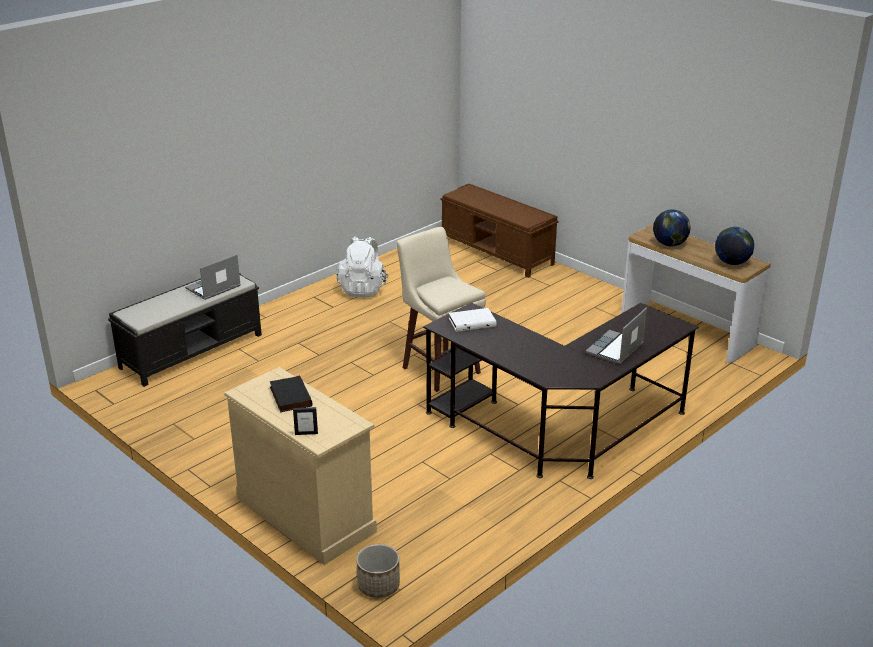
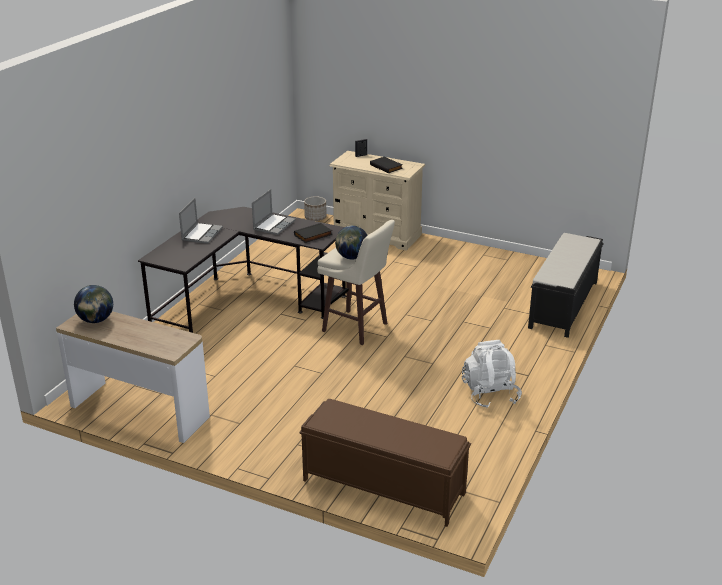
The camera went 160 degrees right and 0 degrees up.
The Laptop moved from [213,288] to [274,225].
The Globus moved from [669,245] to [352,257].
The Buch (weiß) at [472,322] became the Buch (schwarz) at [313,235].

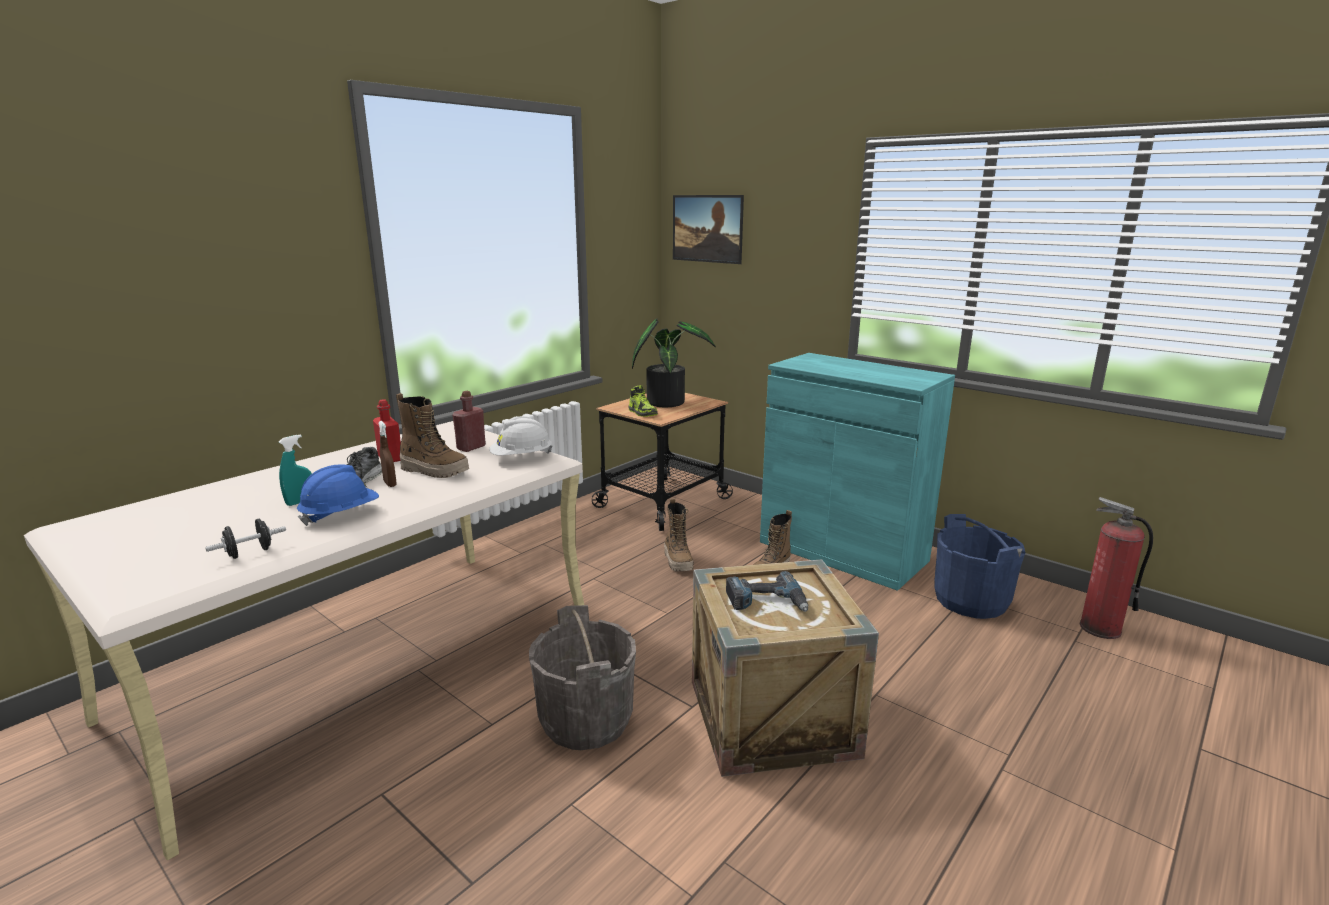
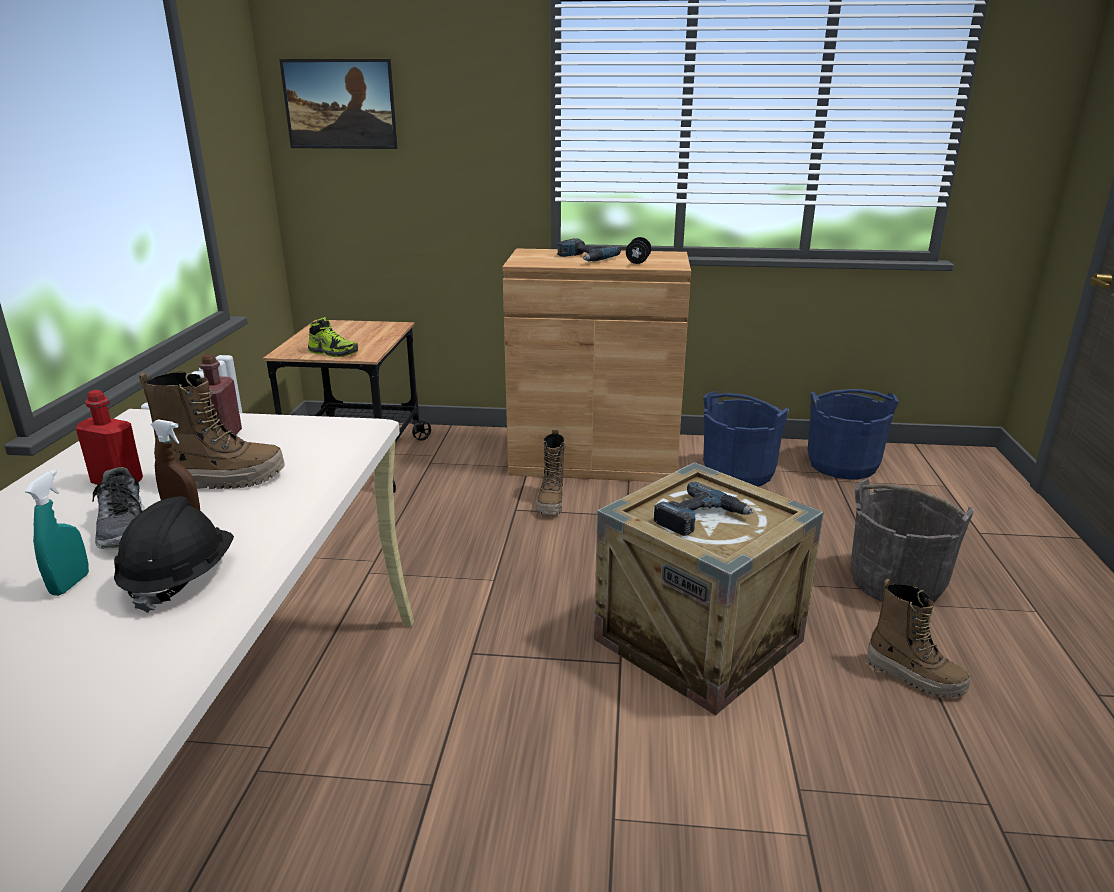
The camera went 35 degrees left and 5 degrees up.
The Schutzhelm (weiß) at [521,458] disappeared.
The Topfpflanze at [668,401] disappeared.
The Bohrmaschine at [584,258] appeared.
The Hantel (schwarz) moved from [249,553] to [638,261].
The Eimer (grau) moved from [586,720] to [896,583].
The Stiefel moved from [678,561] to [914,676].
The Feuerlöscher at [1099,628] was replaced by the Eimer (blau) at [842,465].
The Schutzhelm (blau) at [340,515] became the Schutzhelm (schwarz) at [179,579].
The Schrank (türkis) at [842,551] became the Schrank (braun) at [594,461].

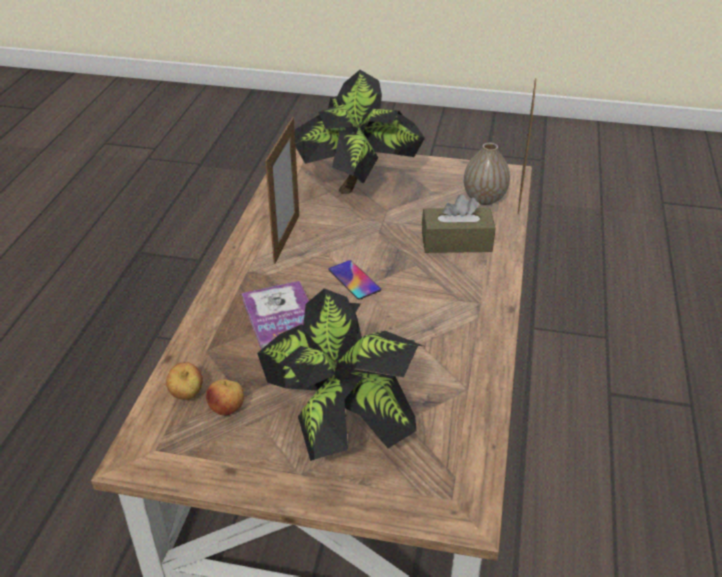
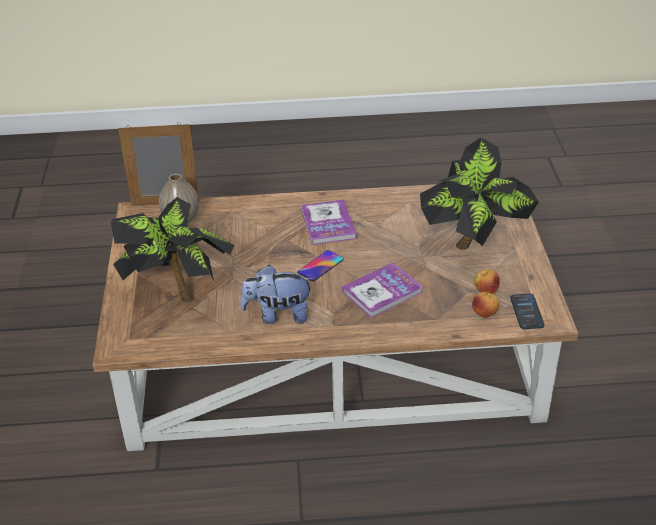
The camera went 105 degrees left and 0 degrees up.
The Taschentuchbox (braun) at [456,242] disappeared.
The Buch at [328,224] appeared.
The Handy at [526,312] appeared.
The Bilderrahmen at [286,238] was replaced by the Plüschtier at [278,315].

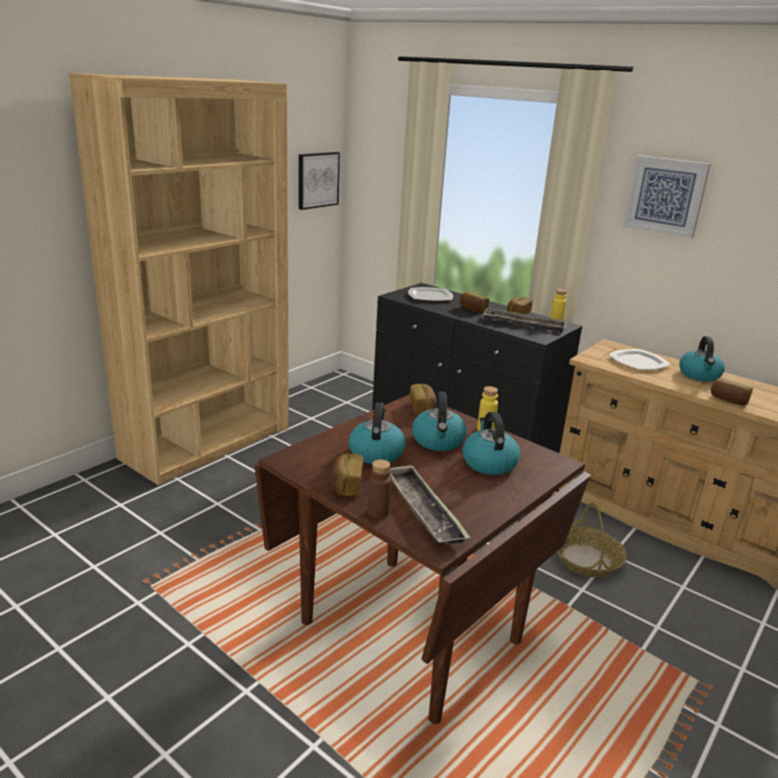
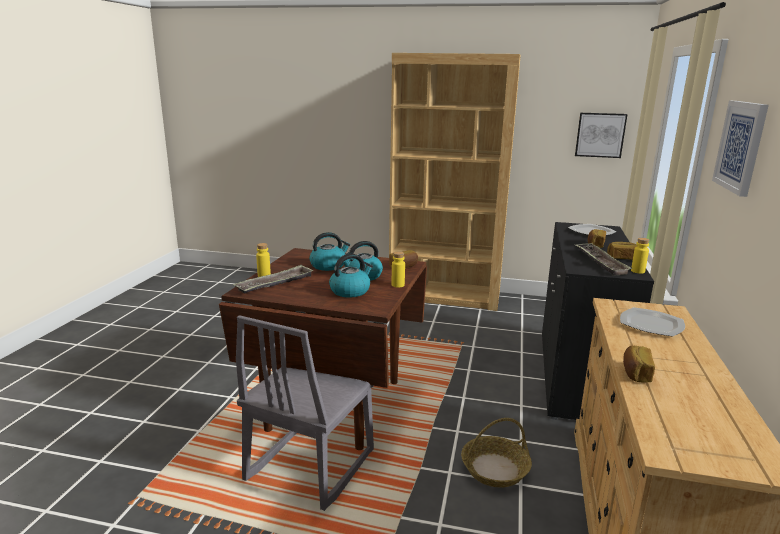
The camera went 65 degrees right and 5 degrees down.
The Brot at [346,485] disappeared.
The Wasserkessel at [699,375] disappeared.
The Stuhl (grau) at [309,465] appeared.
The Flasche (braun) at [378,512] became the Flasche (gelb) at [264,275].

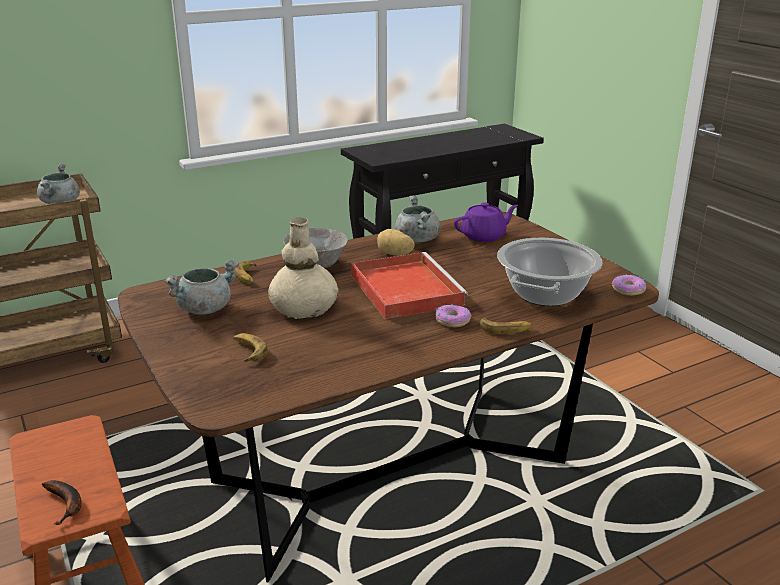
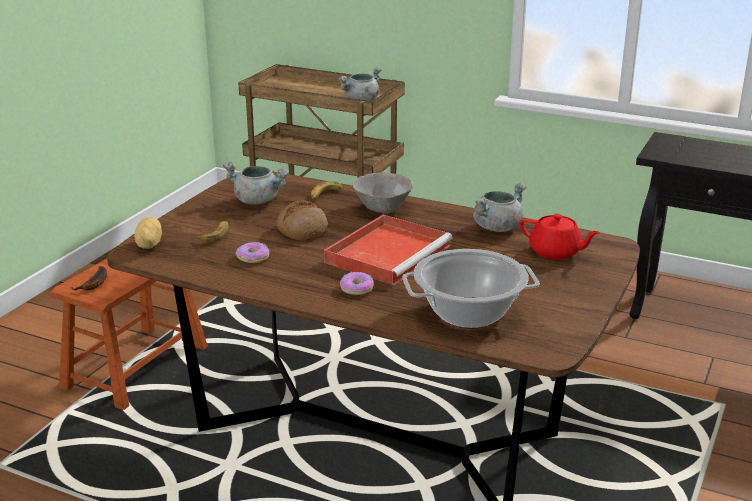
The camera went 55 degrees right and 0 degrees up.
The Banane at [506,329] disappeared.
The Kartoffel moved from [395,254] to [148,245].
The Donut moved from [628,290] to [253,257].
The Vase (beige) at [303,308] was replaced by the Brot at [302,230].
The Teekanne (lila) at [484,236] became the Teekanne (rot) at [555,252].

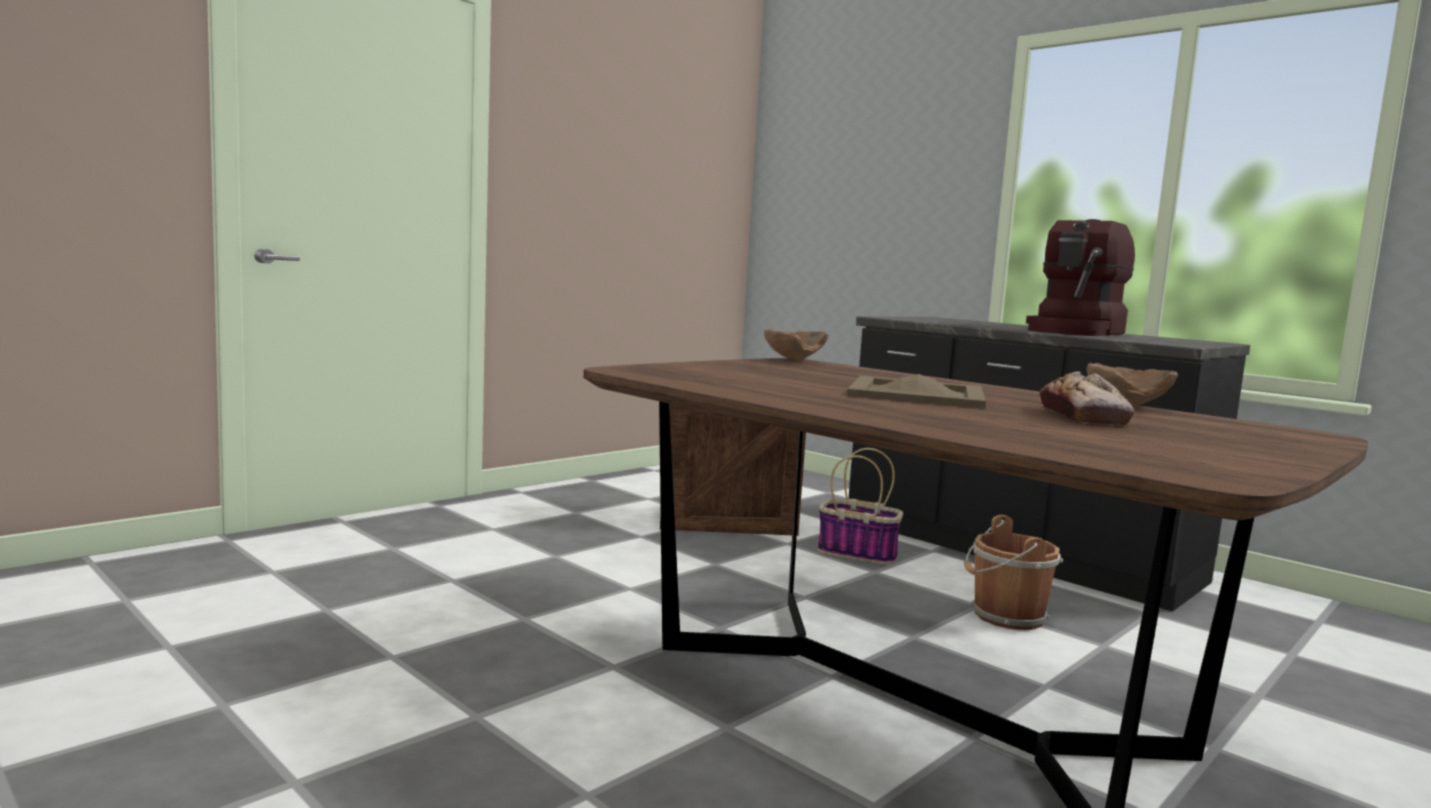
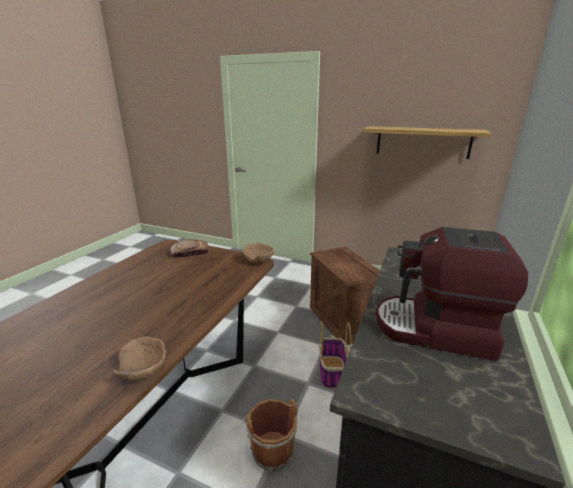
The camera went 70 degrees right and 15 degrees up.
The Tablett (beige) at [918,394] disappeared.
The Wandregal at [422,142] appeared.
The Brot moved from [1082,416] to [190,253].

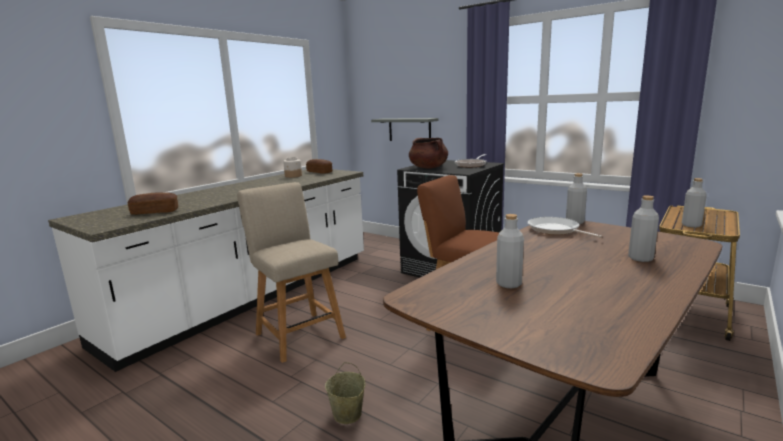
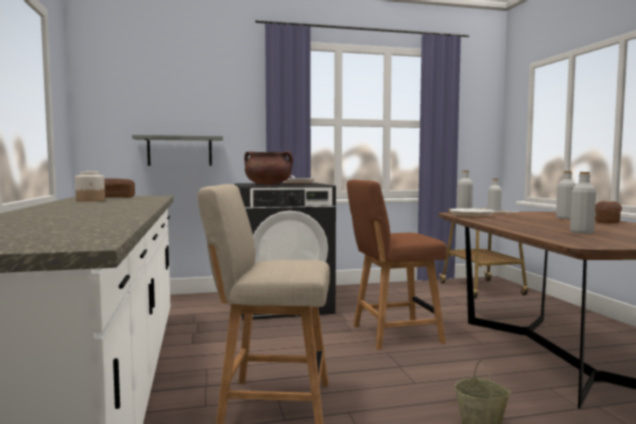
The camera went 50 degrees left and 10 degrees down.
The Brot moved from [155,212] to [607,221].

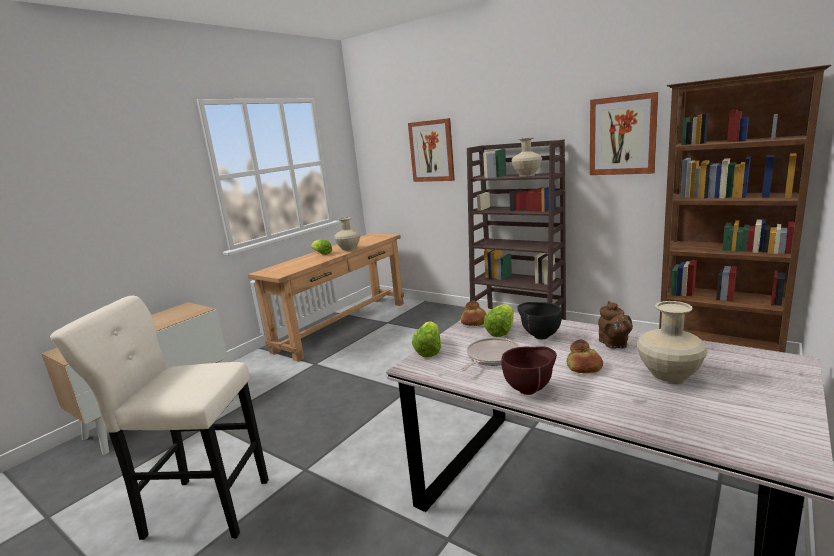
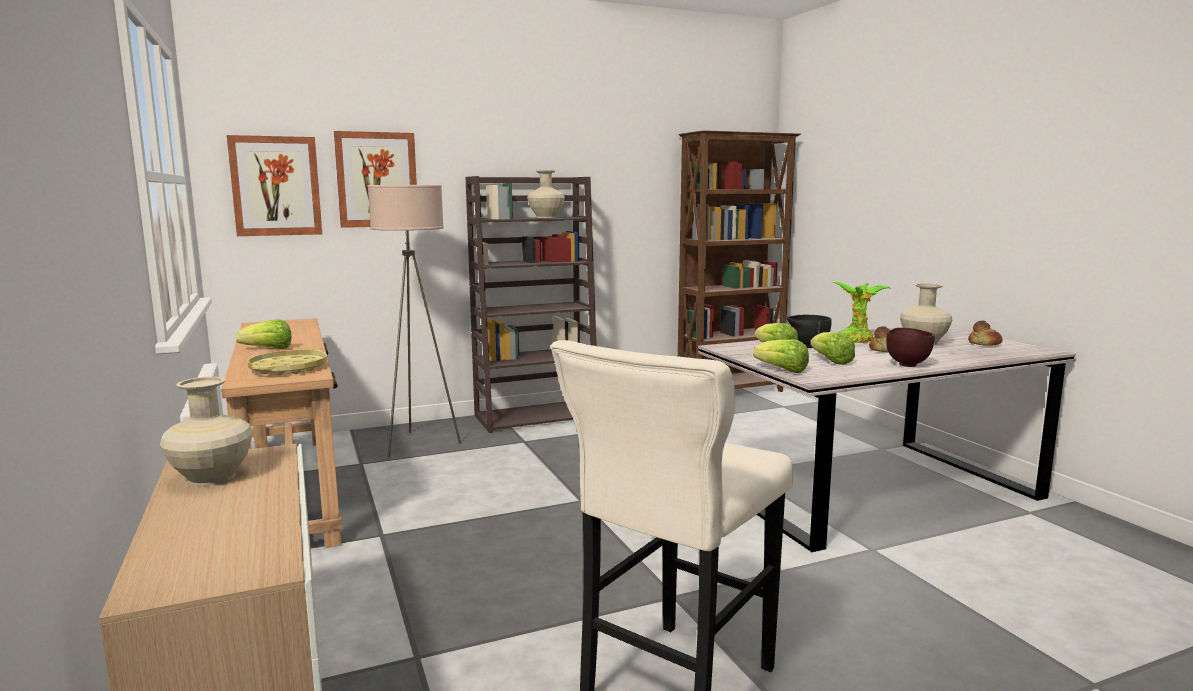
The camera went 60 degrees left and 5 degrees down.
The Tablett (gelb) at [289,368] appeared.
The Stehlampe (beige) at [419,444] appeared.
The Vase (beige) moved from [349,249] to [211,477].
The Brot moved from [474,322] to [984,344].
The Bild moved from [622,135] to [276,186].
The Pfanne at [491,357] was replaced by the Salatkopf at [831,361].
The Teekanne (braun) at [614,344] was replaced by the Topfpflanze at [855,339].

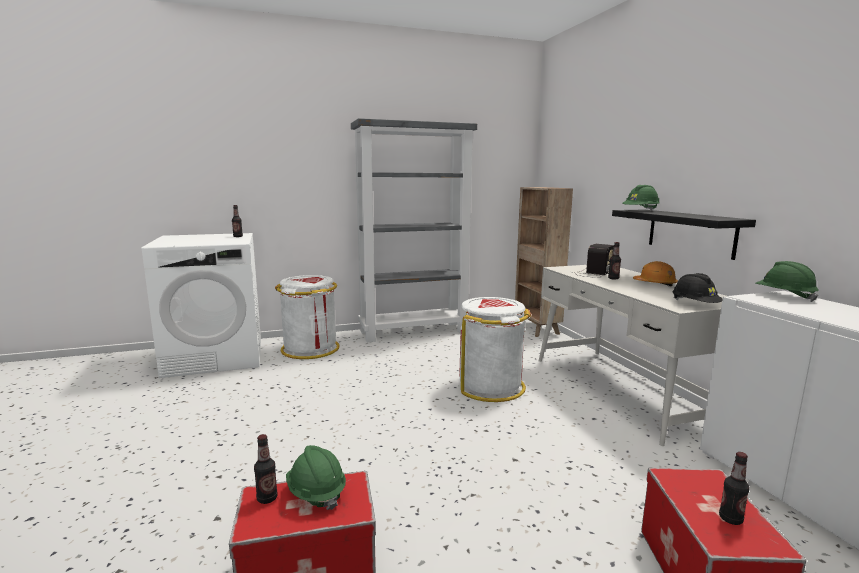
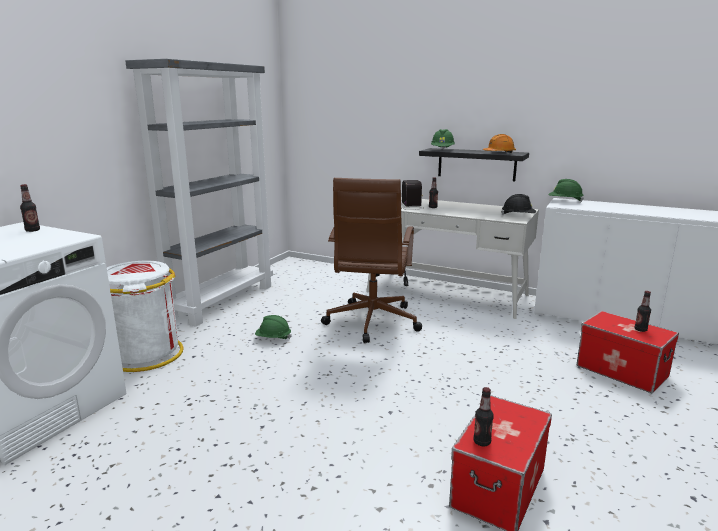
The camera went 45 degrees left and 5 degrees up.
The Bücherregal (braun) at [536,329] disappeared.
The Schutzhelm (grün) moved from [316,493] to [273,338].
The Schutzhelm (orange) moved from [655,284] to [499,153].
The Mülleimer (weiß) at [491,386] was replaced by the Bürostuhl (braun) at [371,322].

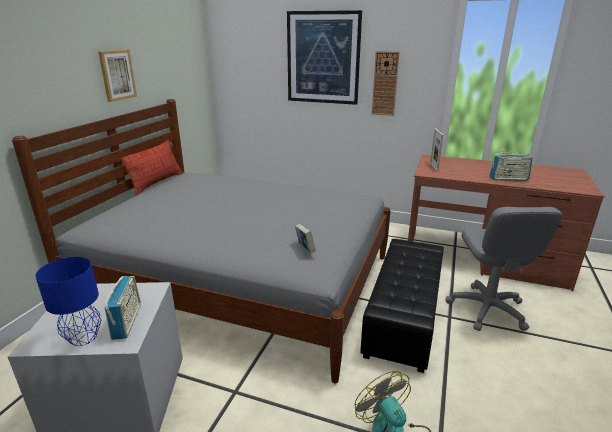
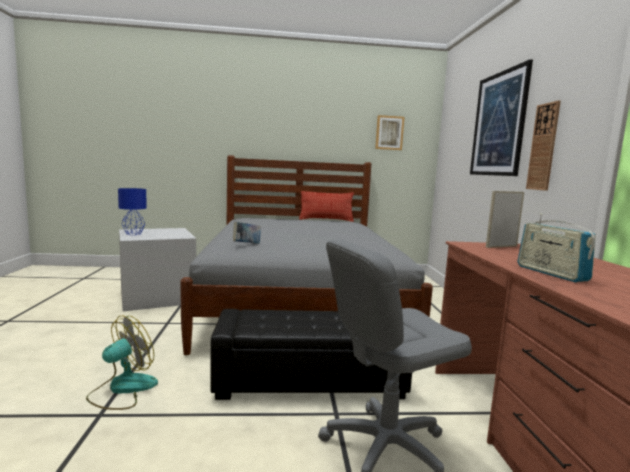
The camera went 65 degrees right and 15 degrees down.
The Radio at [127,321] disappeared.
The Bild moved from [117,75] to [389,133].

